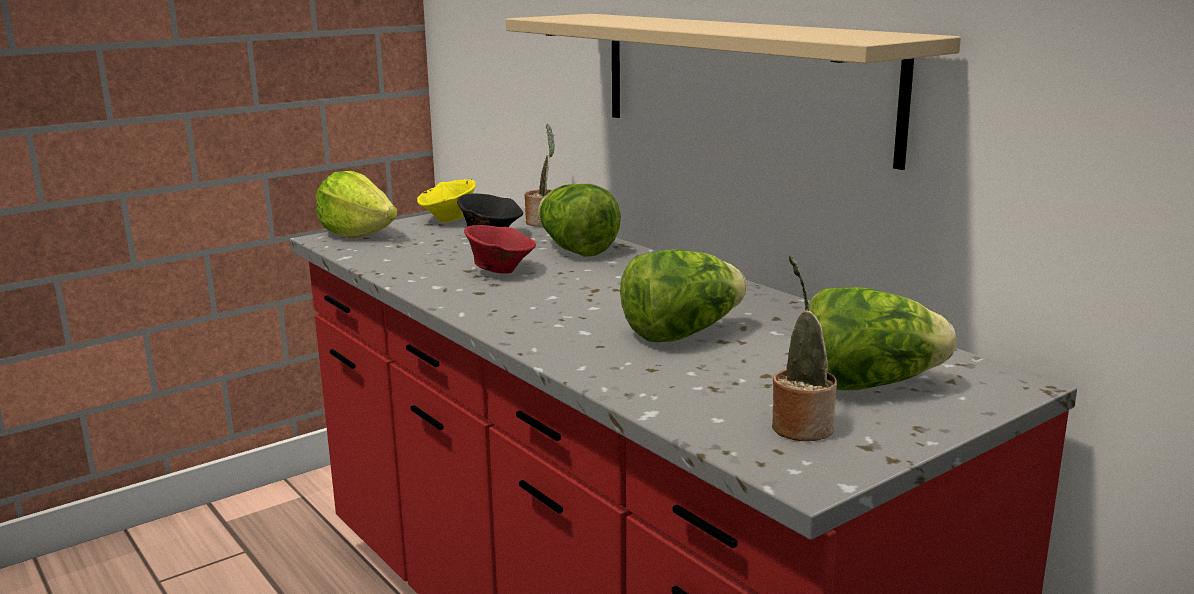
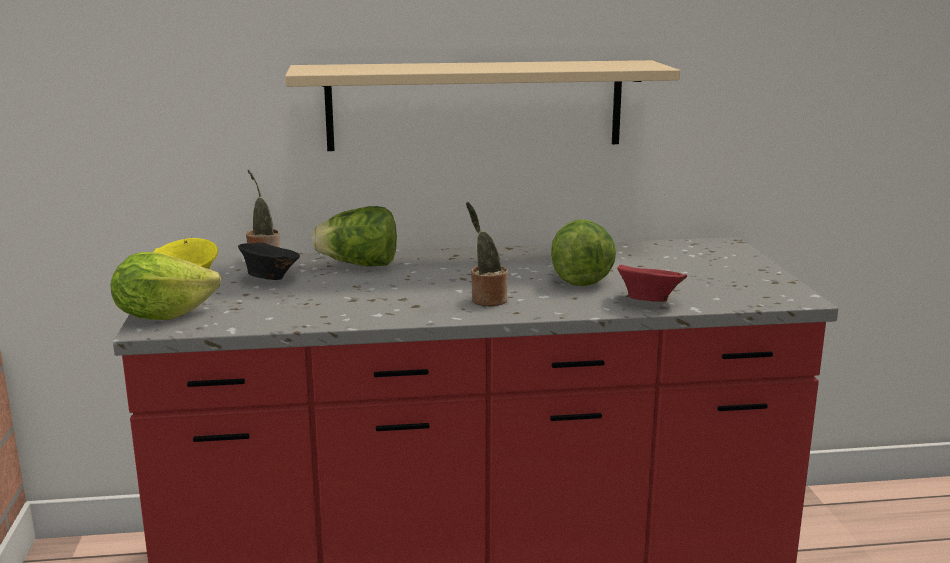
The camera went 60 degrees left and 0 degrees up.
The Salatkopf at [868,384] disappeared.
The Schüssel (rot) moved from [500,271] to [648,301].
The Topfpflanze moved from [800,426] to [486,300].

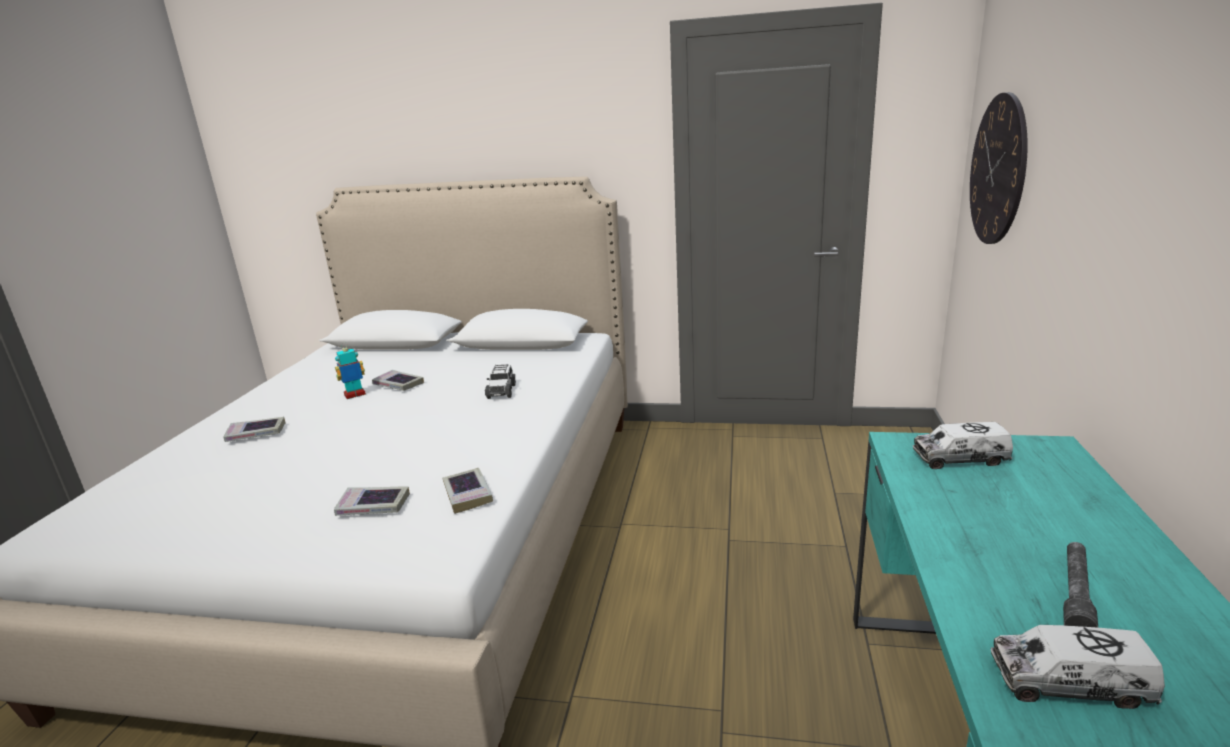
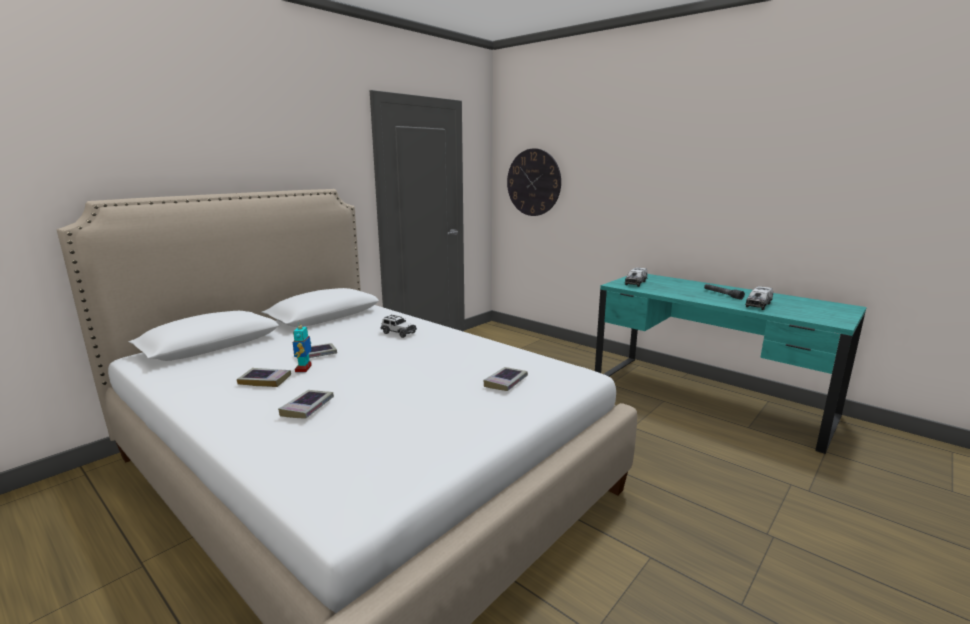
The camera went 60 degrees left and 5 degrees down.
The Buch moved from [468,494] to [265,380].

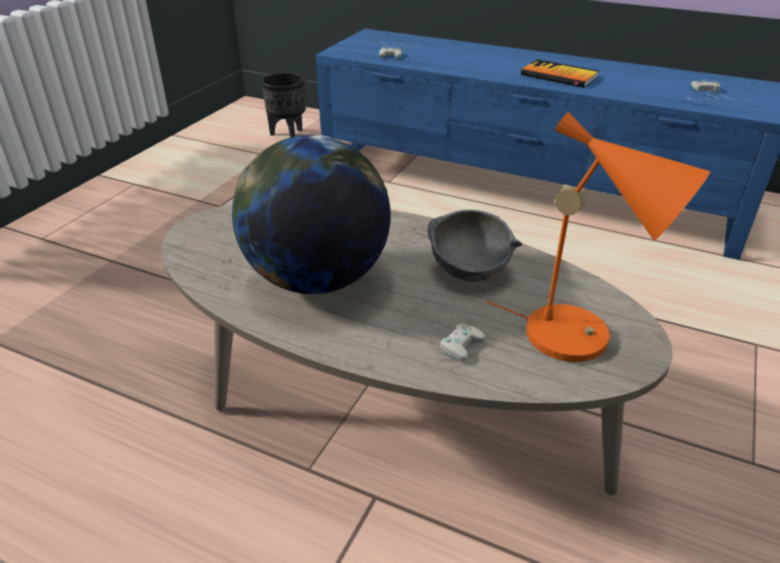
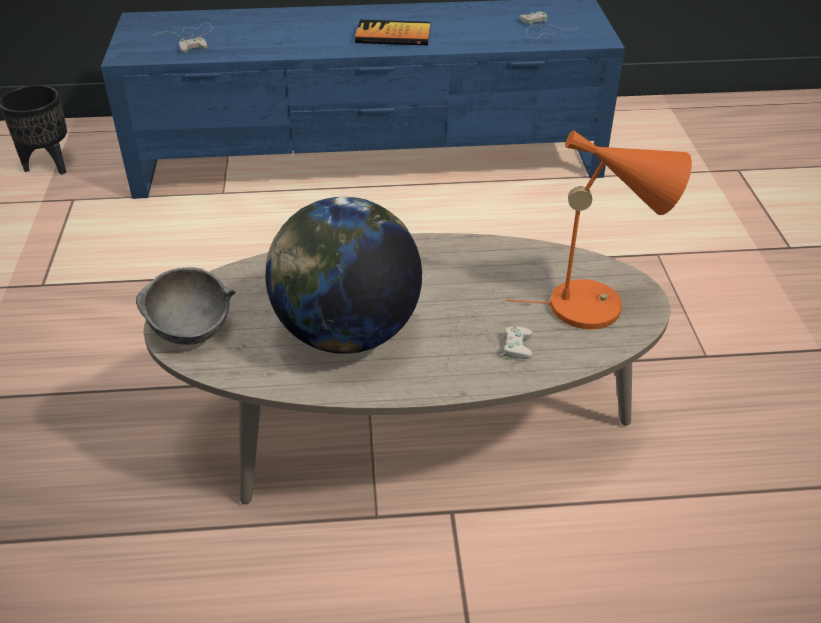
The camera went 30 degrees left and 5 degrees up.
The Schüssel (grau) moved from [470,270] to [191,330].

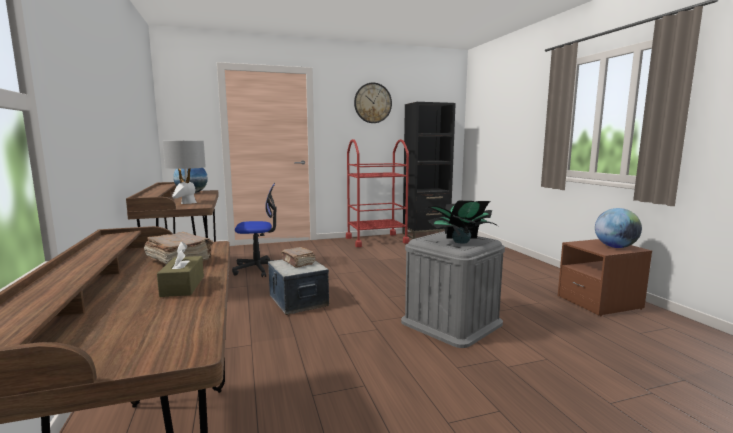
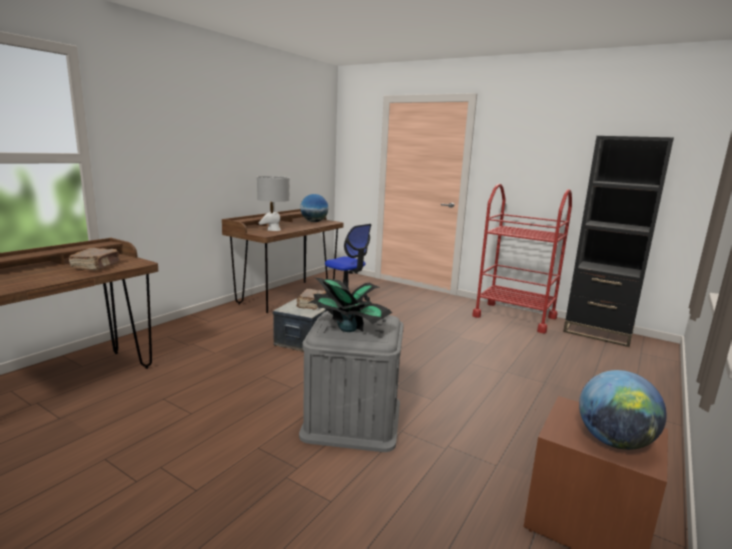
The camera went 50 degrees right and 5 degrees up.
The Taschentuchbox (braun) at [183,286] disappeared.
The Wanduhr at [372,103] disappeared.

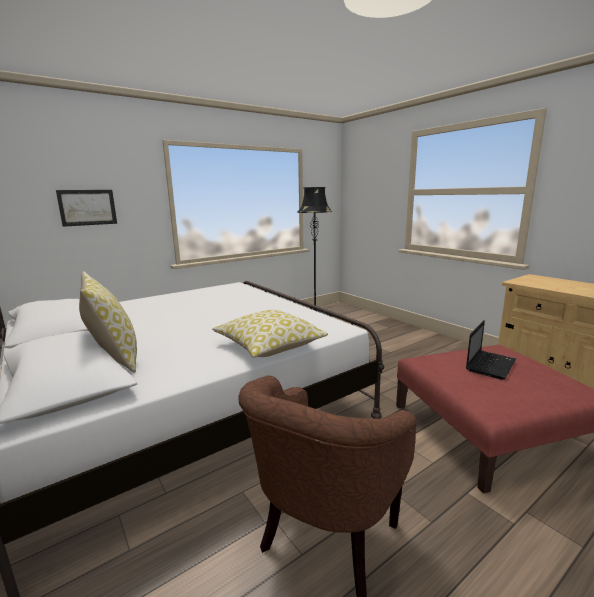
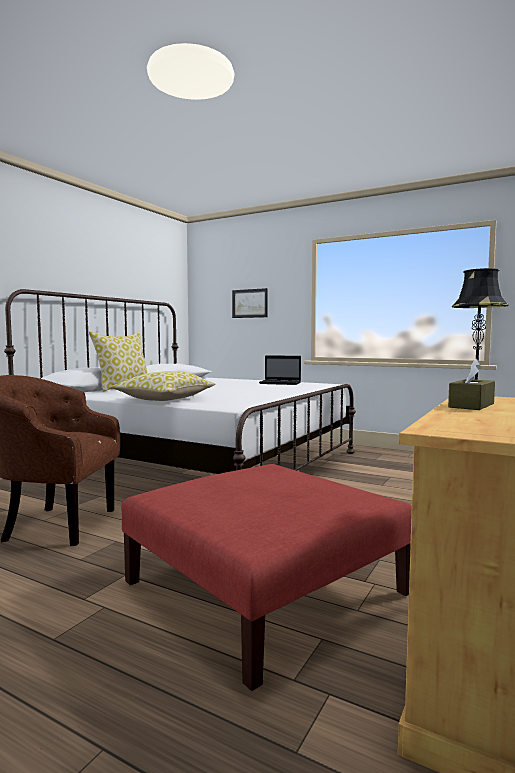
The camera went 65 degrees right and 10 degrees down.
The Taschentuchbox (braun) at [471,405] appeared.
The Laptop moved from [490,365] to [281,383].

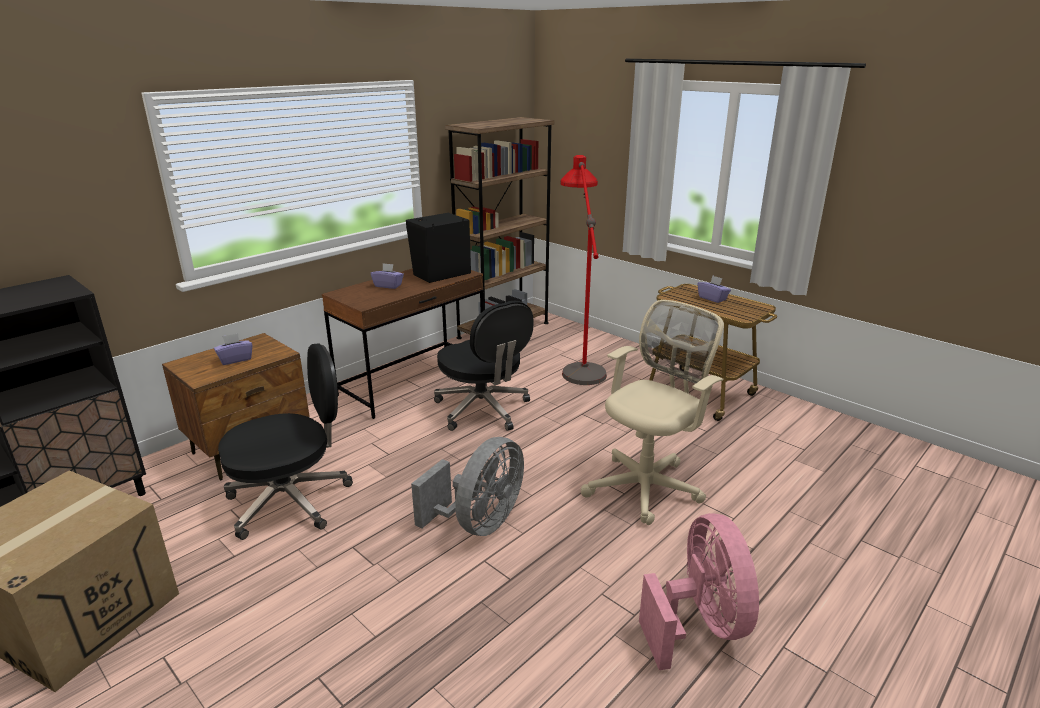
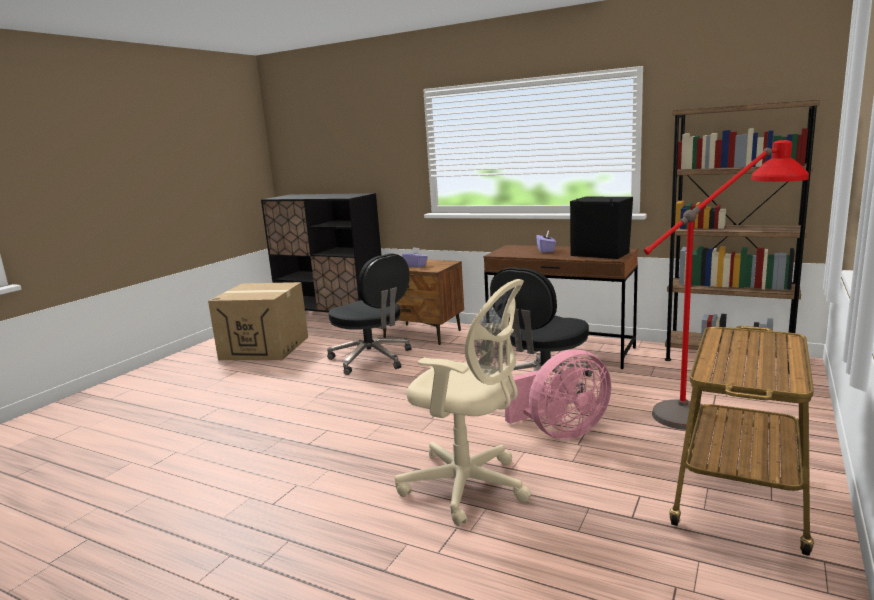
The camera went 75 degrees right and 10 degrees down.
The Ventilator (grau) at [479,523] disappeared.
The Taschentuchbox (lila) at [712,298] disappeared.
The Ventilator (rosa) moved from [699,624] to [561,432].

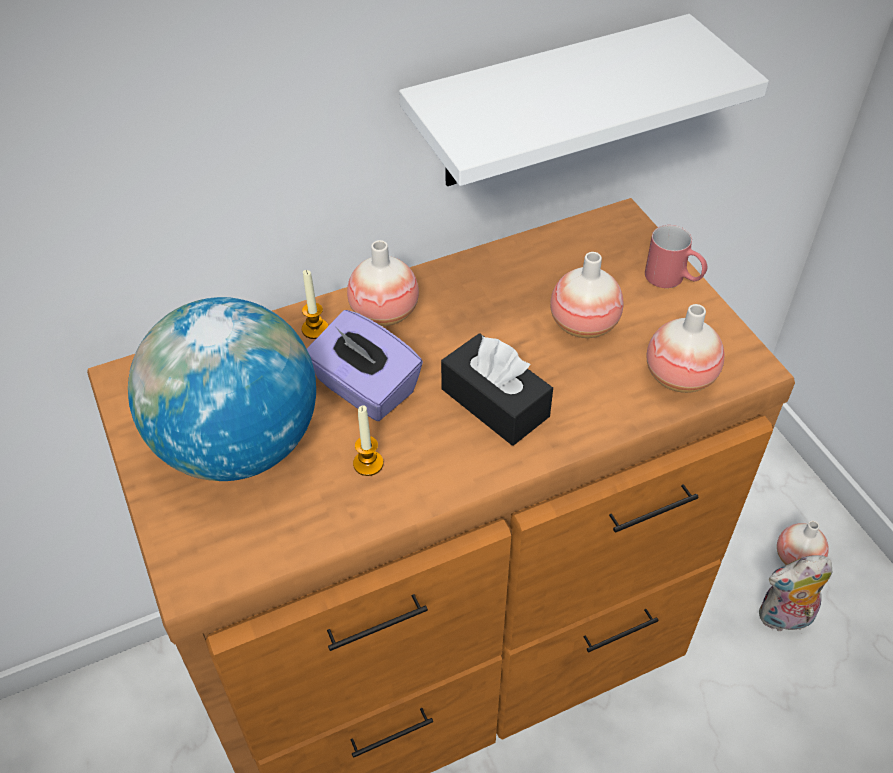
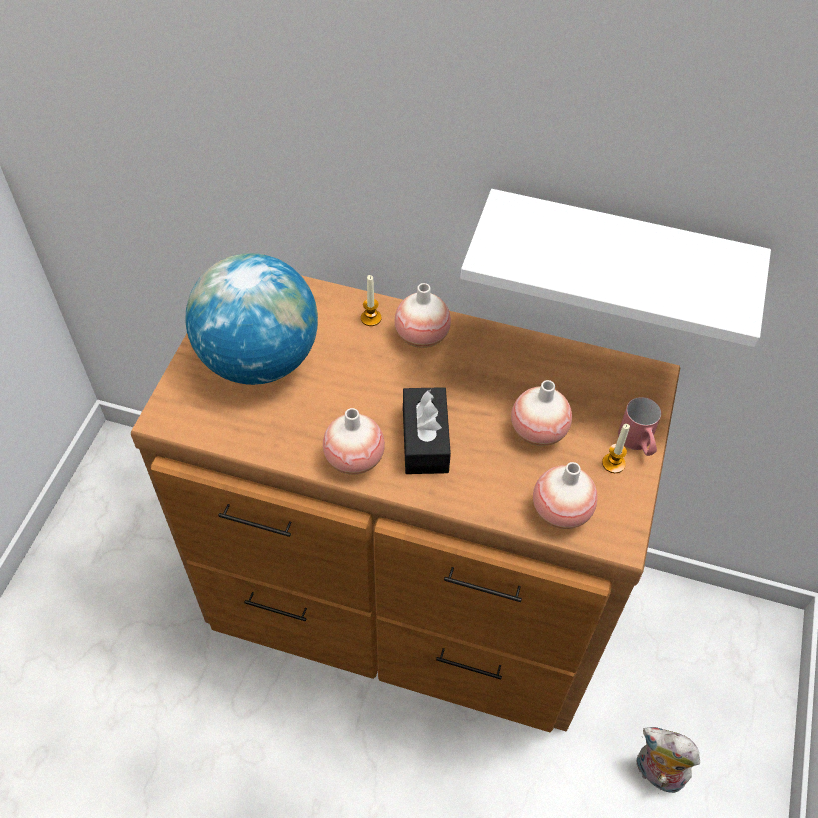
The camera went 40 degrees right and 5 degrees up.
The Taschentuchbox (lila) at [364,389] disappeared.
The Kerze moved from [368,463] to [613,463].
The Vase moved from [797,558] to [354,458].

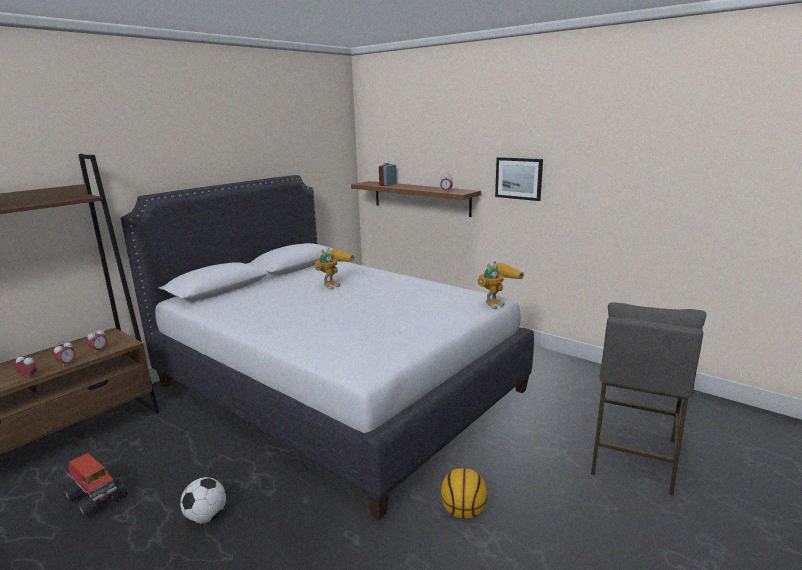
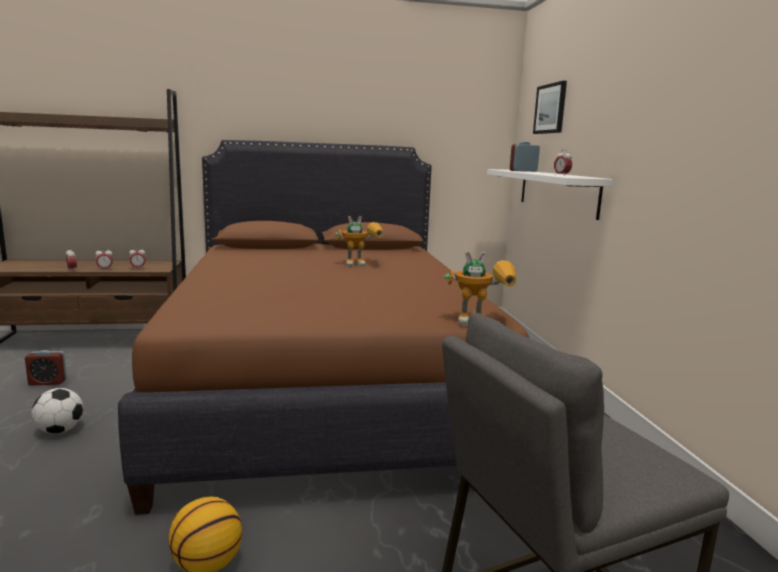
The camera went 40 degrees right and 5 degrees down.
The Bild moved from [519,178] to [550,108].
The Spielzeuglaster at [96,497] was replaced by the Wecker at [47,382].
The Bett (weiß) at [336,387] became the Bett (braun) at [326,386].
The Wandregal (braun) at [420,198] became the Wandregal (weiß) at [557,191].

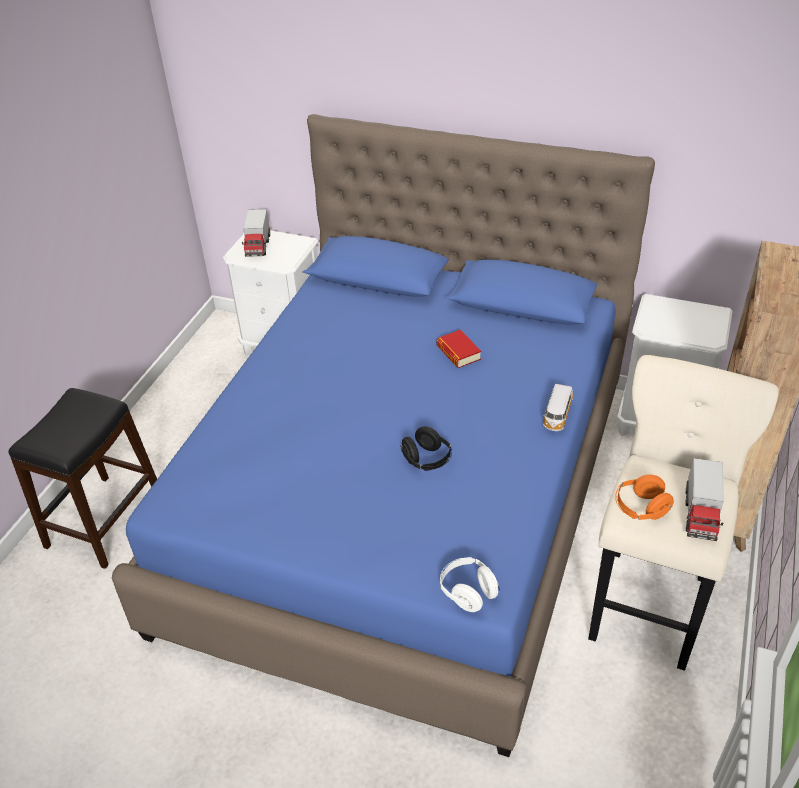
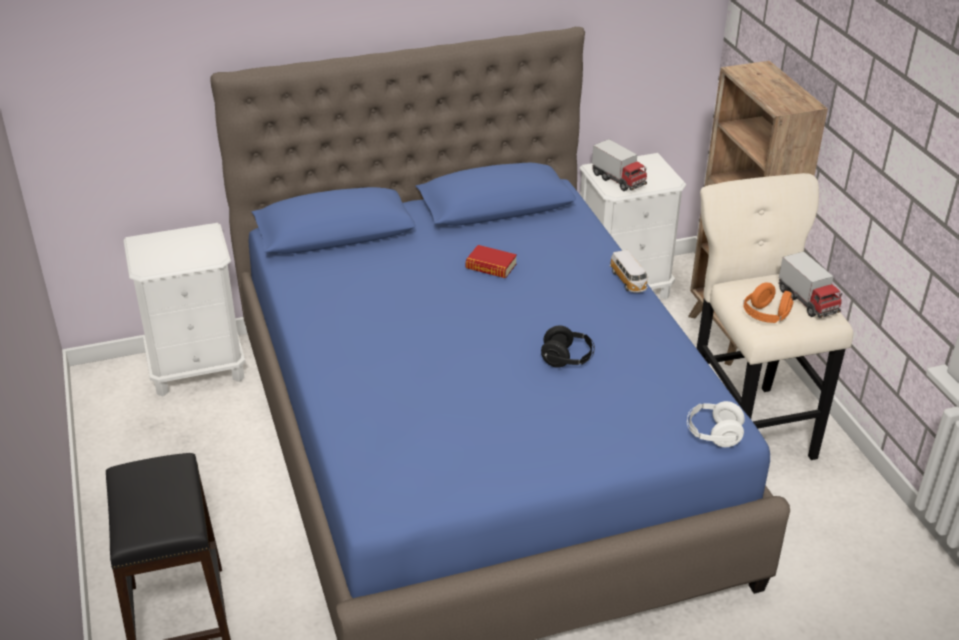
The camera went 40 degrees left and 5 degrees down.
The Spielzeuglaster moved from [258,246] to [618,180].

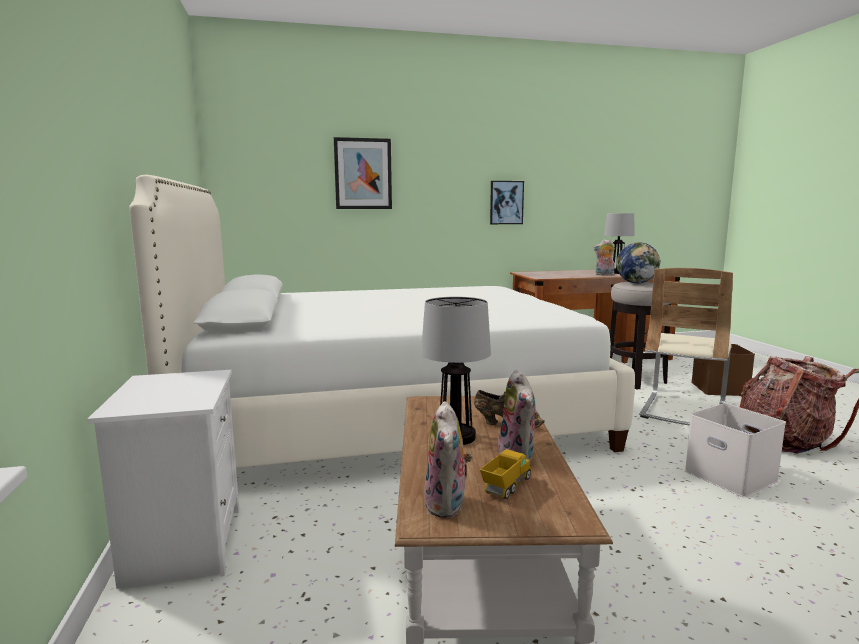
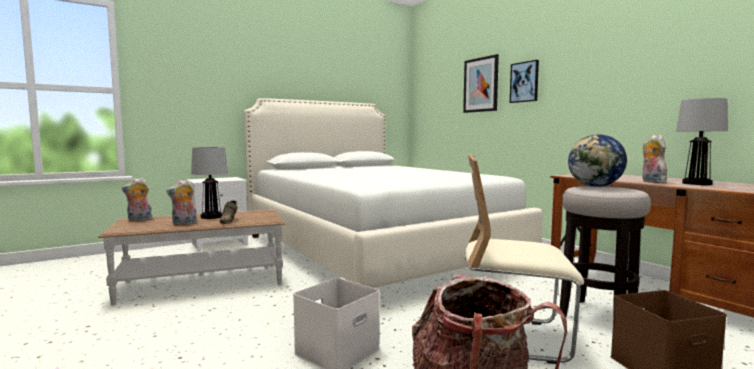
The camera went 70 degrees right and 5 degrees down.
The Spielzeuglaster at [506,487] disappeared.
The Bild moved from [506,202] to [524,82].

